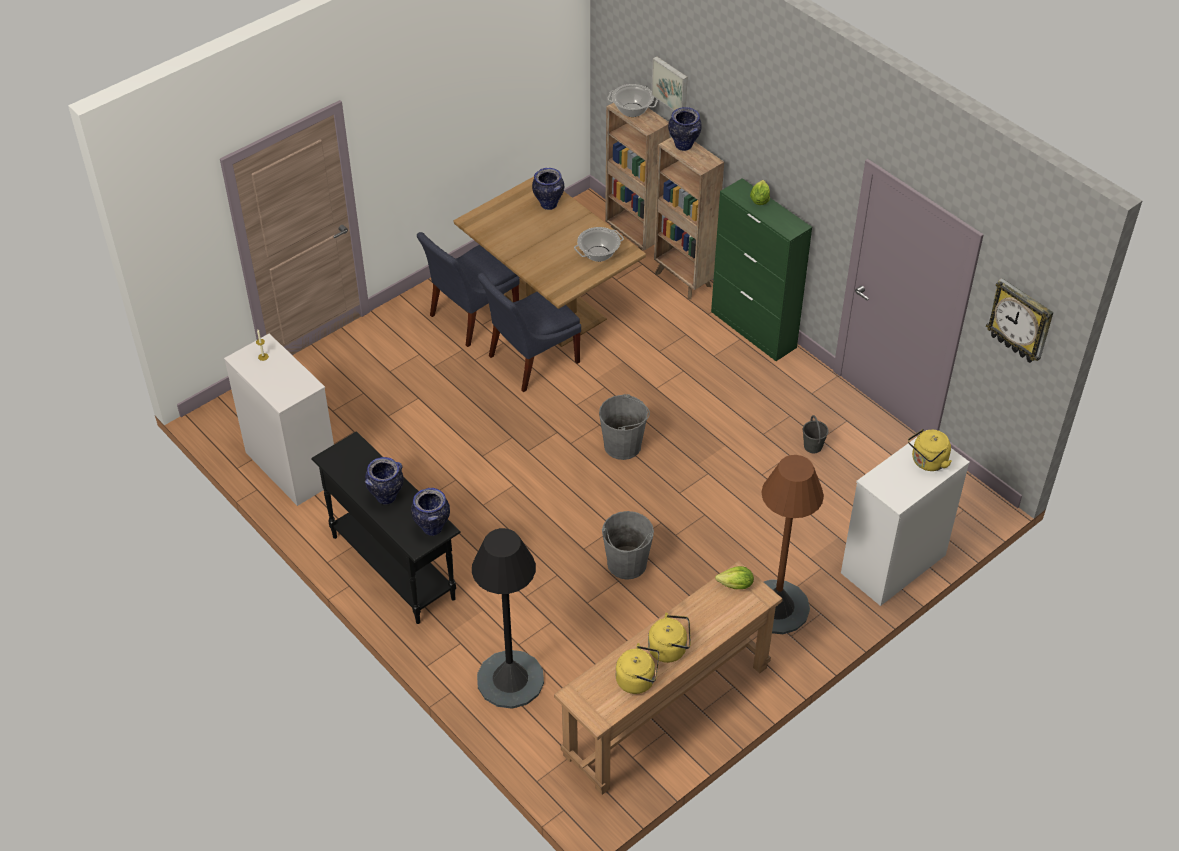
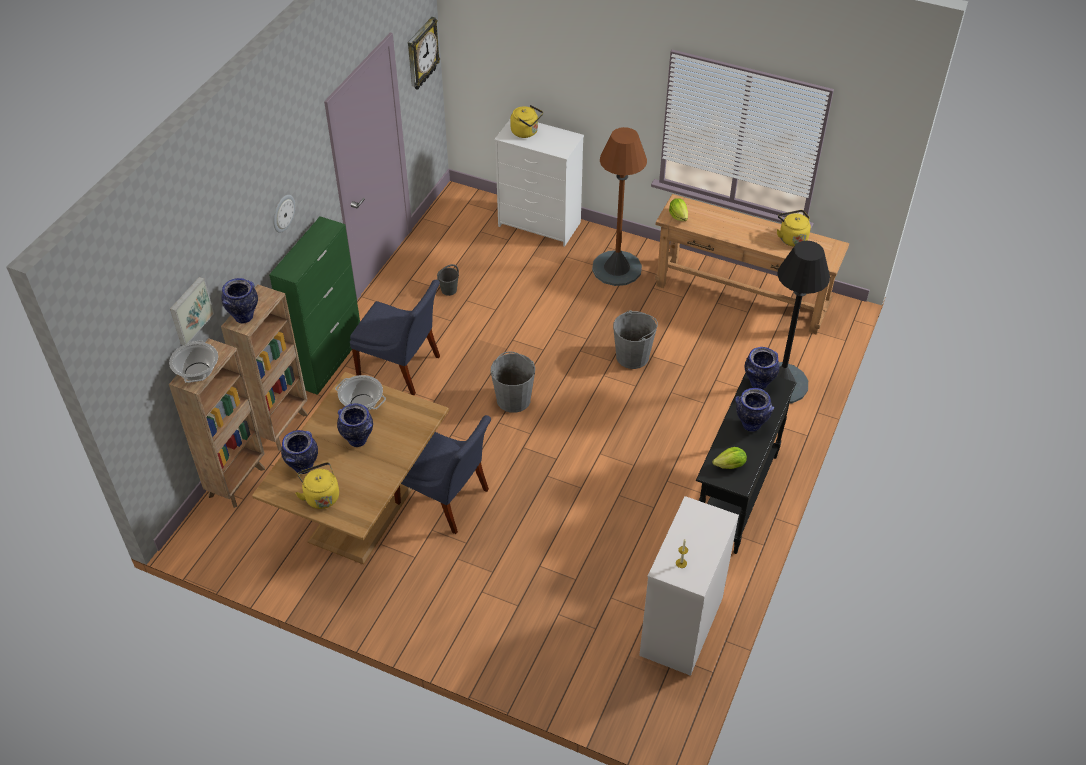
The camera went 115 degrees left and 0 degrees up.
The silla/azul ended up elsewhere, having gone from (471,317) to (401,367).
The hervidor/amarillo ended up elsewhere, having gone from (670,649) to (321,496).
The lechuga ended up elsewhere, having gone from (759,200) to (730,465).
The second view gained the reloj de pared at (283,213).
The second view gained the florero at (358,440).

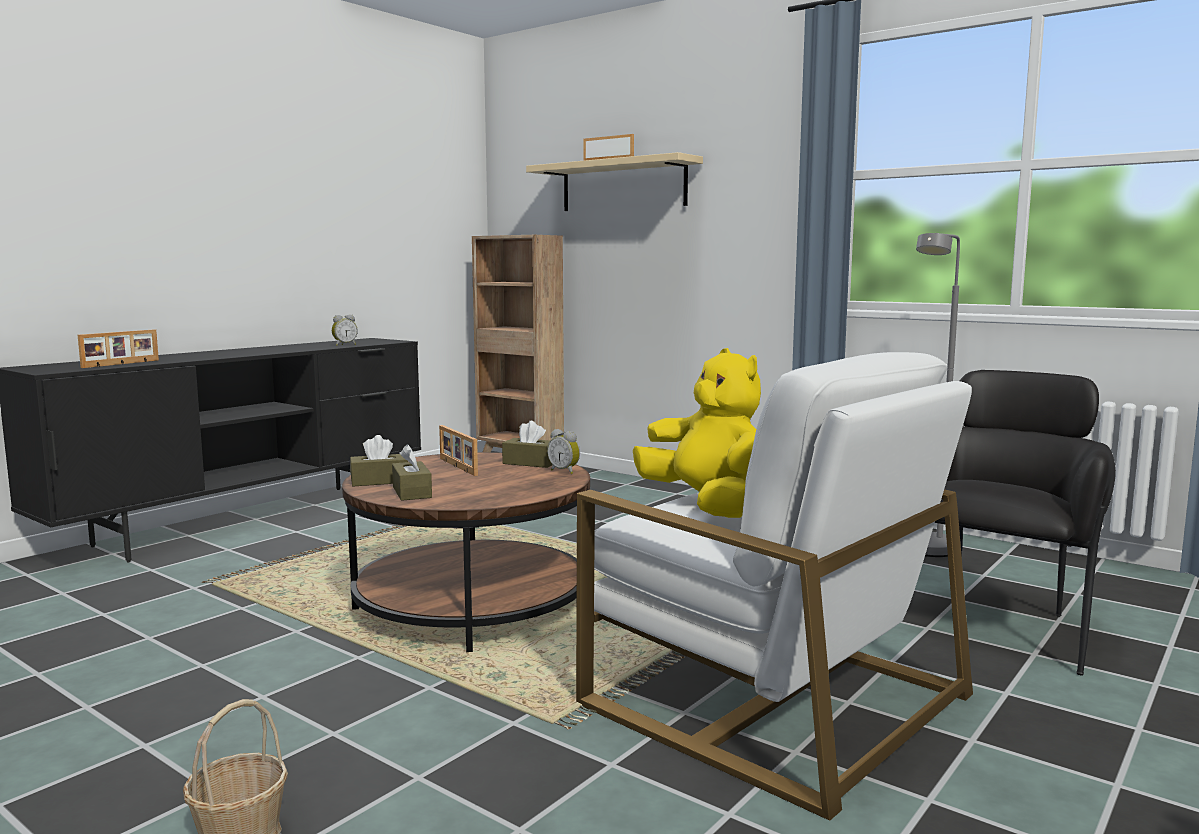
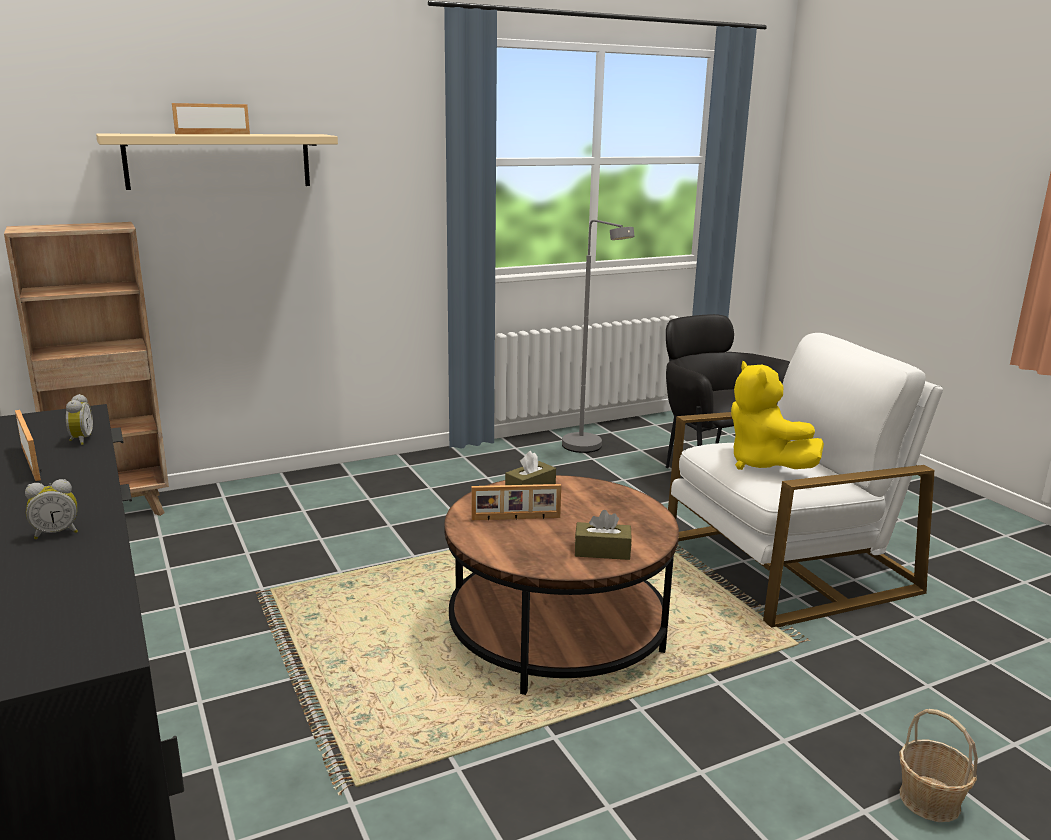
The camera went 65 degrees left and 10 degrees up.
The portarretratos ended up elsewhere, having gone from (121,364) to (32,462).
The second view lost the caja de pañuelos/marrón at (379,481).
The despertador ended up elsewhere, having gone from (565,471) to (56,533).
The peluche/amarillo at (706,505) ended up facing another way, 105 degrees counterclockwise from before.

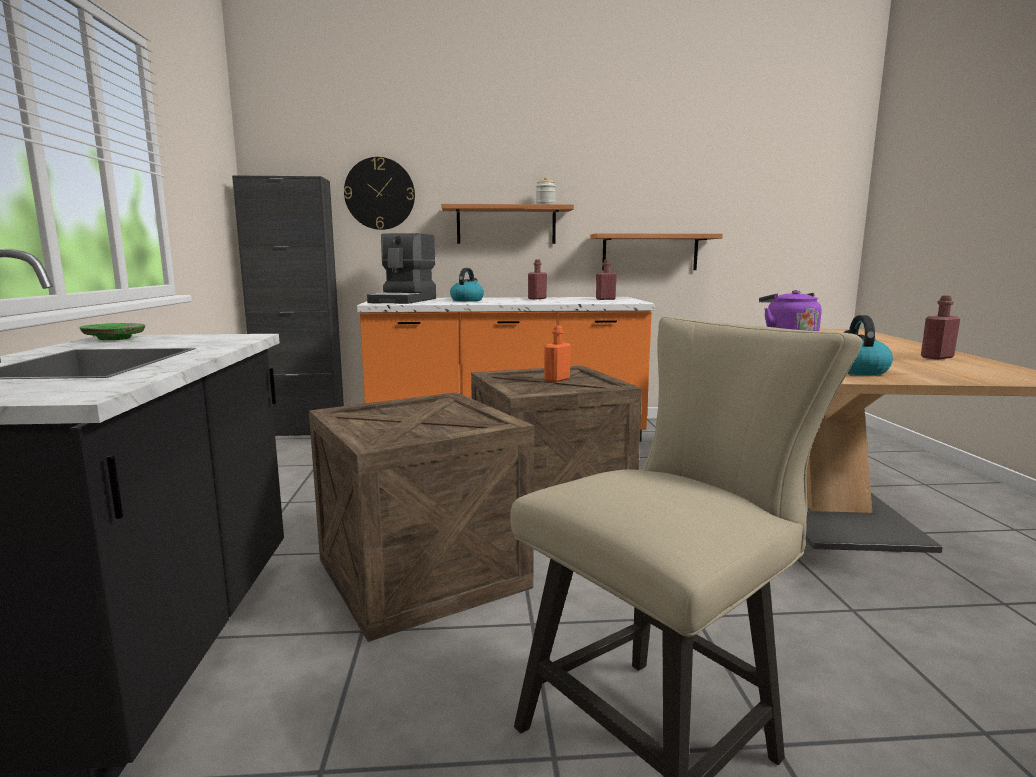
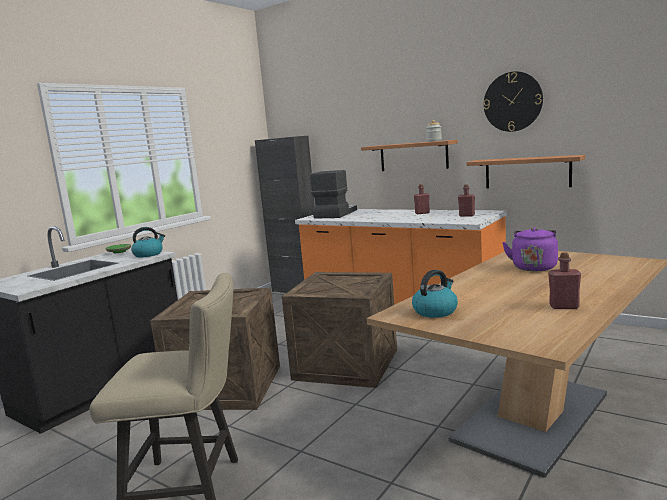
The camera went 40 degrees right and 0 degrees up.
The reloj de pared ended up elsewhere, having gone from (379,193) to (512,102).
The cafetera at (405,300) ended up facing another way, 150 degrees clockwise from before.
The hervidor ended up elsewhere, having gone from (467,300) to (148,254).
The second view lost the botella/naranja at (557,379).

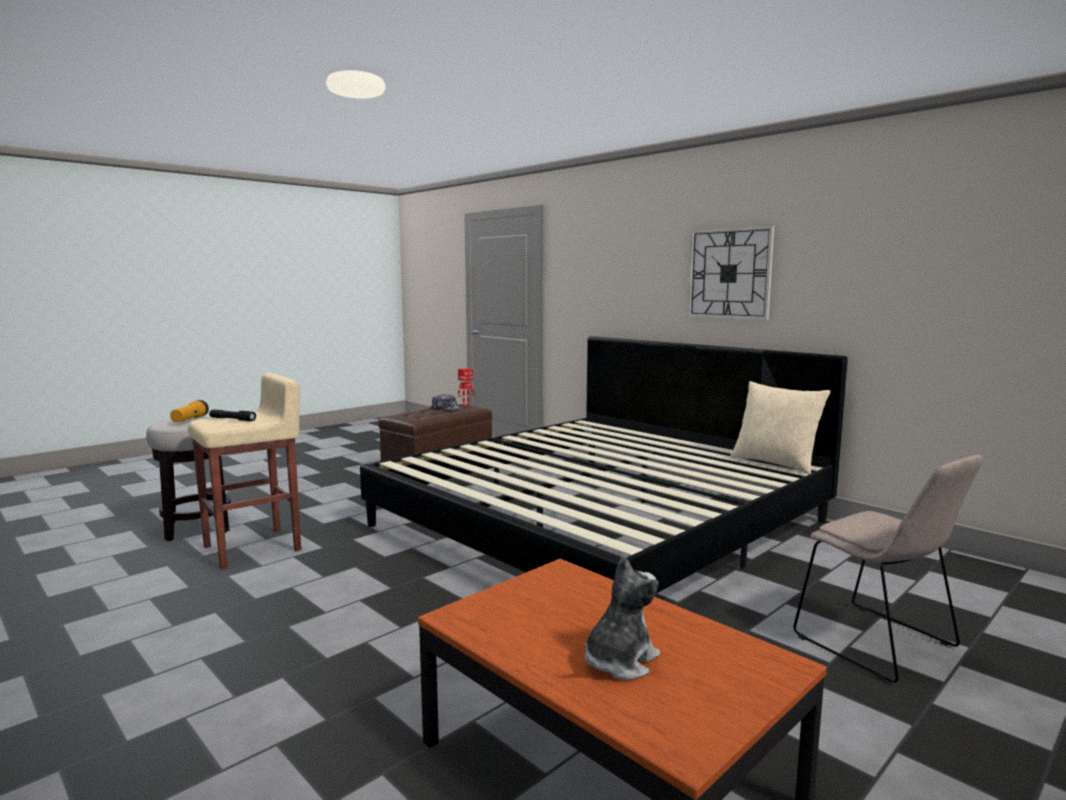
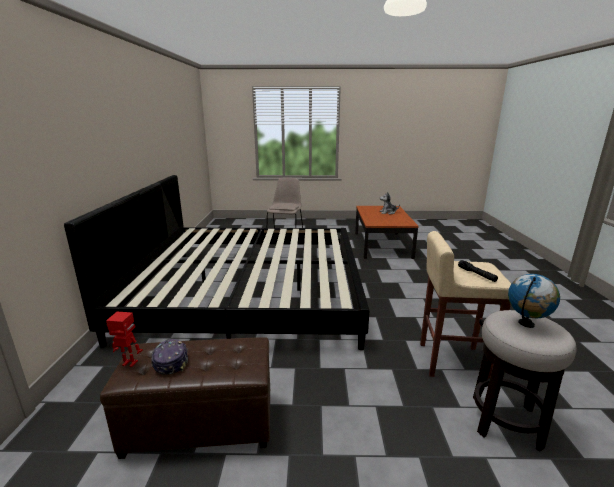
The camera went 135 degrees left and 10 degrees up.
Where the linterna stood at (190,420), the globo terráqueo came to stand at (526,324).
The second view lost the reloj de pared at (729,273).
The second view lost the cojín/beis at (775,463).

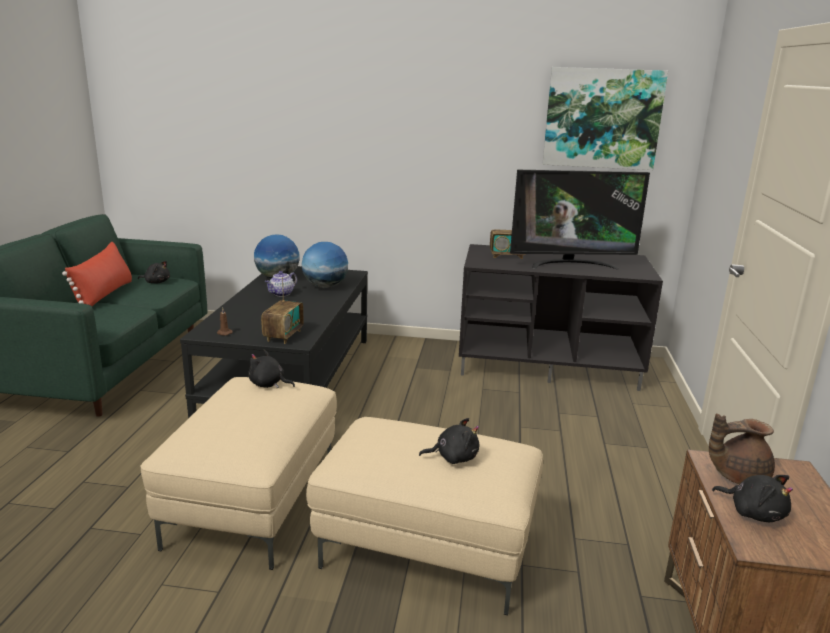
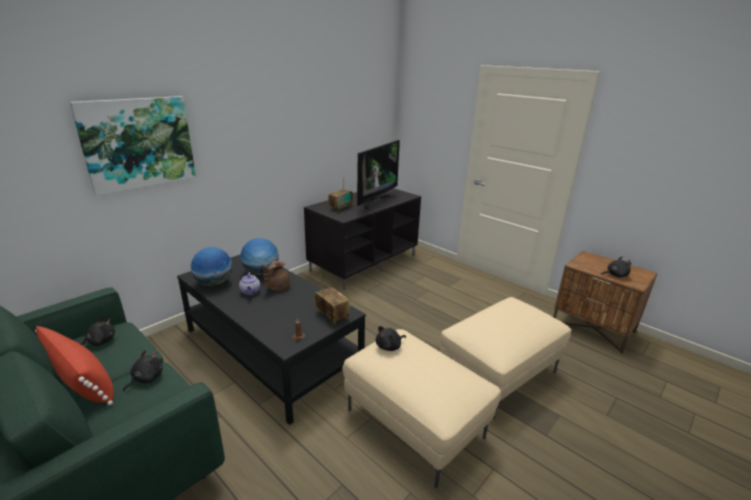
The camera went 55 degrees left and 5 degrees up.
The peluche/negro ended up elsewhere, having gone from (453,457) to (146,378).
The cuadro ended up elsewhere, having gone from (602,118) to (138,143).
The tetera/marrón ended up elsewhere, having gone from (737,476) to (277,287).

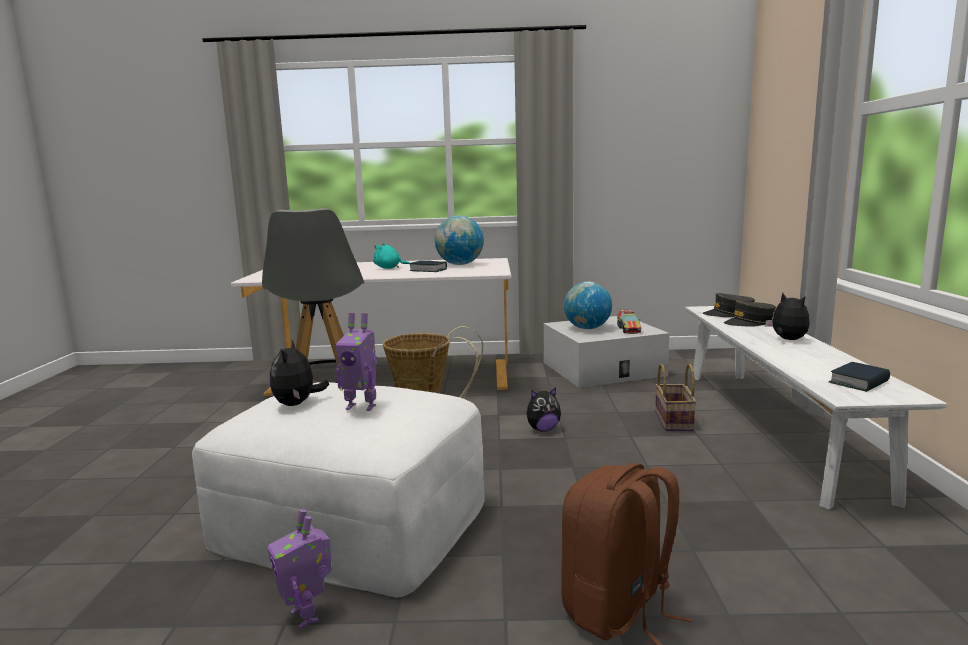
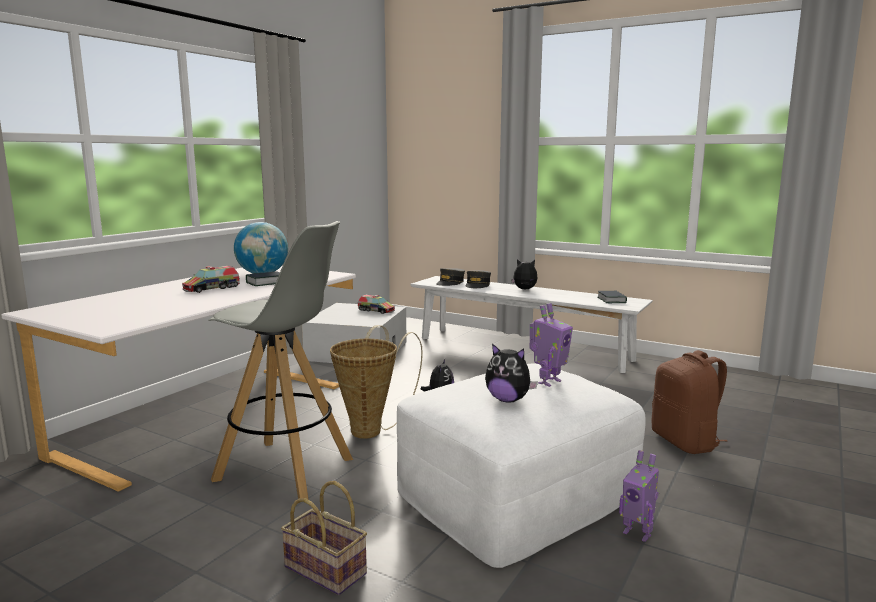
The camera went 60 degrees left and 0 degrees up.
The robot de juguete at (306,615) ended up facing another way, 45 degrees clockwise from before.
Where the peluche/turquesa stood at (389,268), the camión de juguete came to stand at (212,288).
The second view lost the globo terráqueo at (587,328).
The cesta ended up elsewhere, having gone from (675,421) to (328,570).

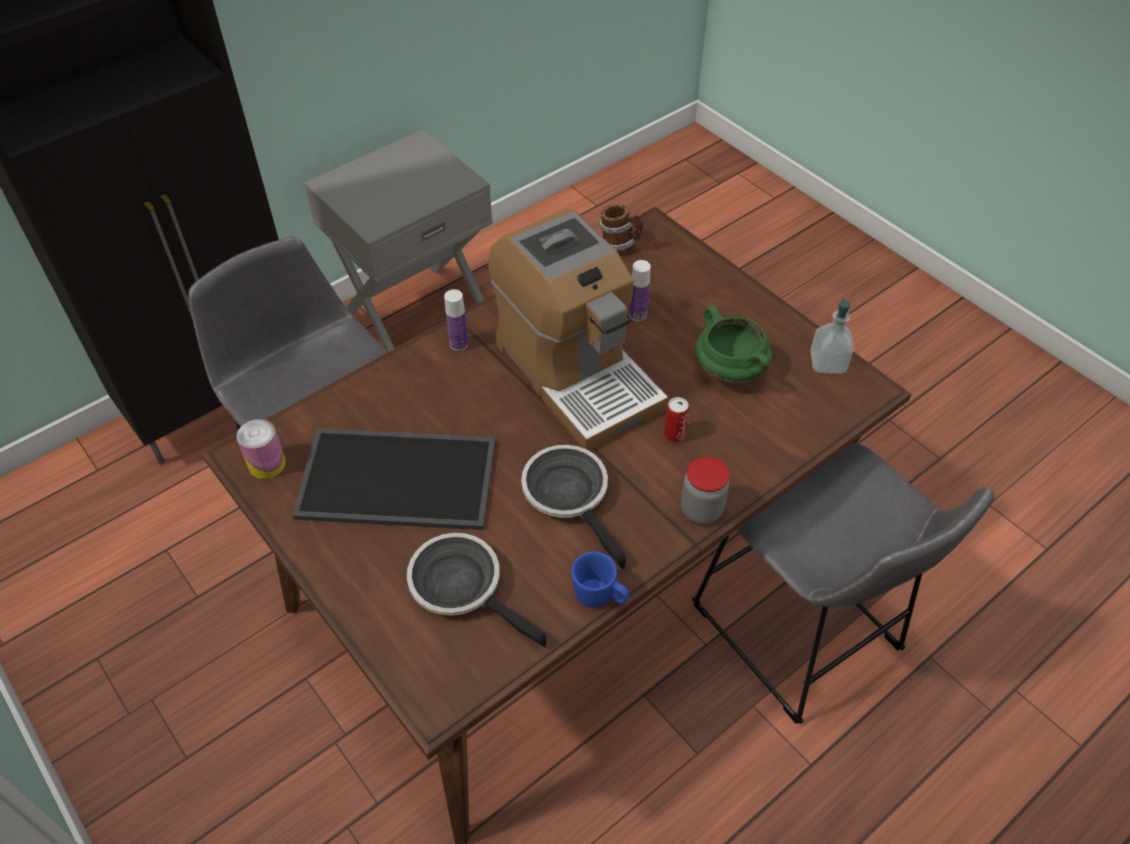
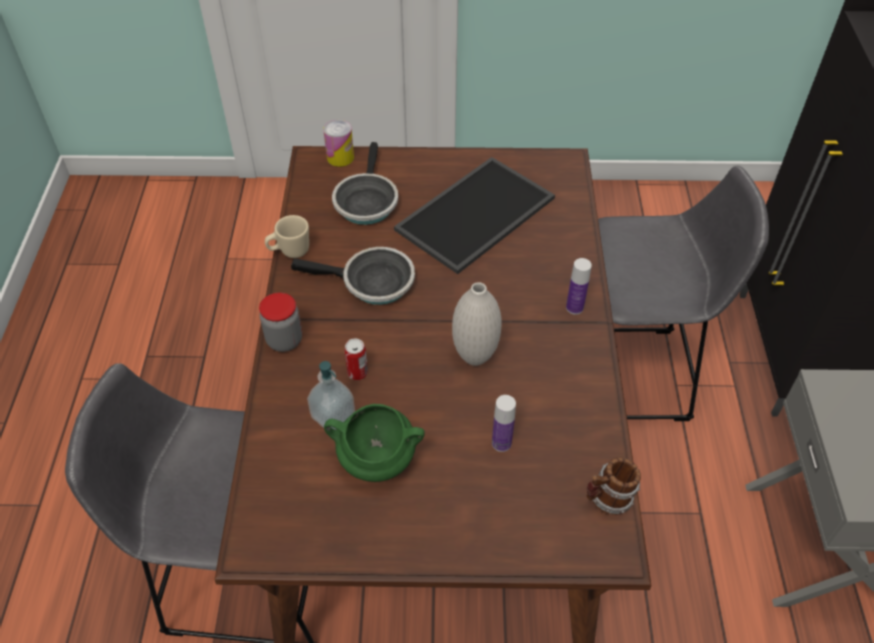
The camera went 130 degrees right and 0 degrees up.
The lata ended up elsewhere, having gone from (267,464) to (340,157).
The sartén at (462,587) ended up facing another way, 105 degrees clockwise from before.
Where the cafetera stood at (576,373), the florero/blanco came to stand at (475,356).
What was the taza grande/azul at (600,597) turned into the taza grande/beis at (289,251).
The dispensador de jabón ended up elsewhere, having gone from (827,363) to (333,416).

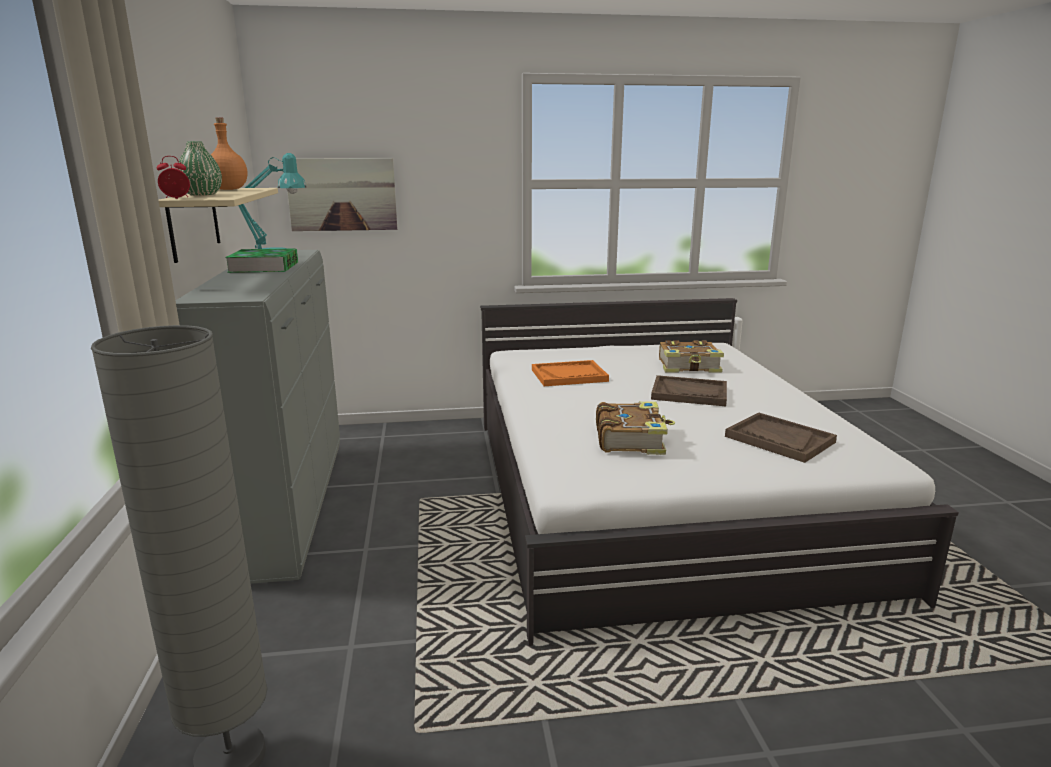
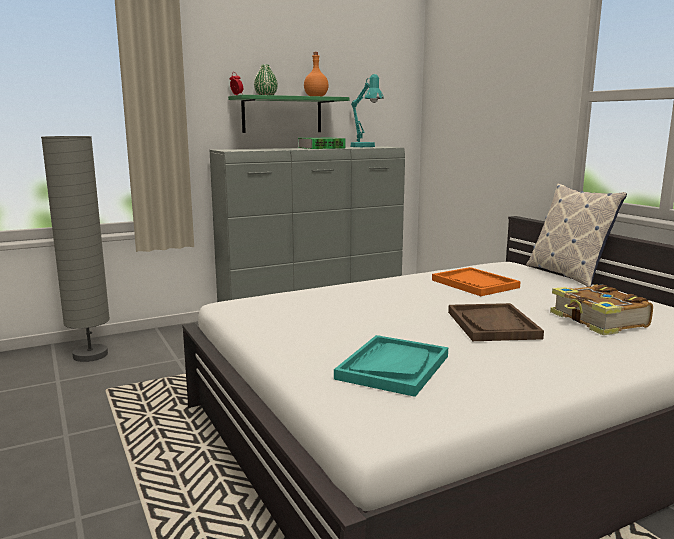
The camera went 70 degrees right and 5 degrees down.
What was the estante/beis at (194,223) turned into the estante/verde at (282,115).
The second view lost the cuadro at (342,194).
The second view lost the libro at (631,439).
What was the bandeja/marrón at (779,439) turned into the bandeja/turquesa at (393,367).
The second view gained the cojín at (568,275).

